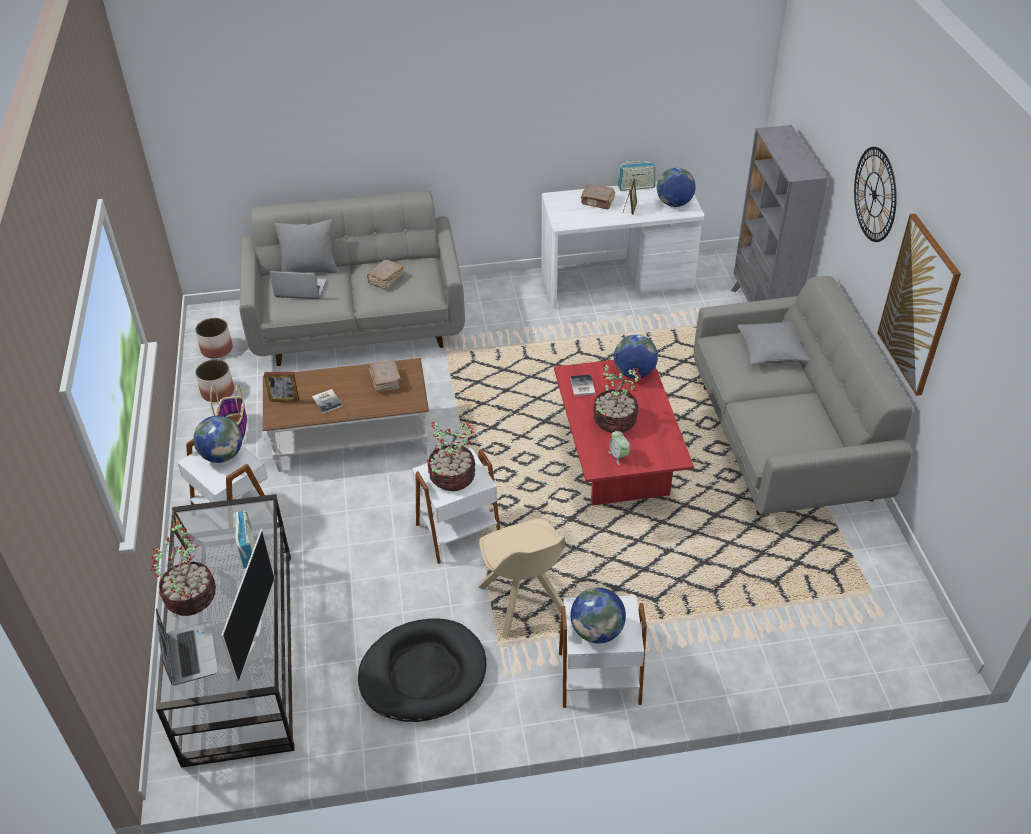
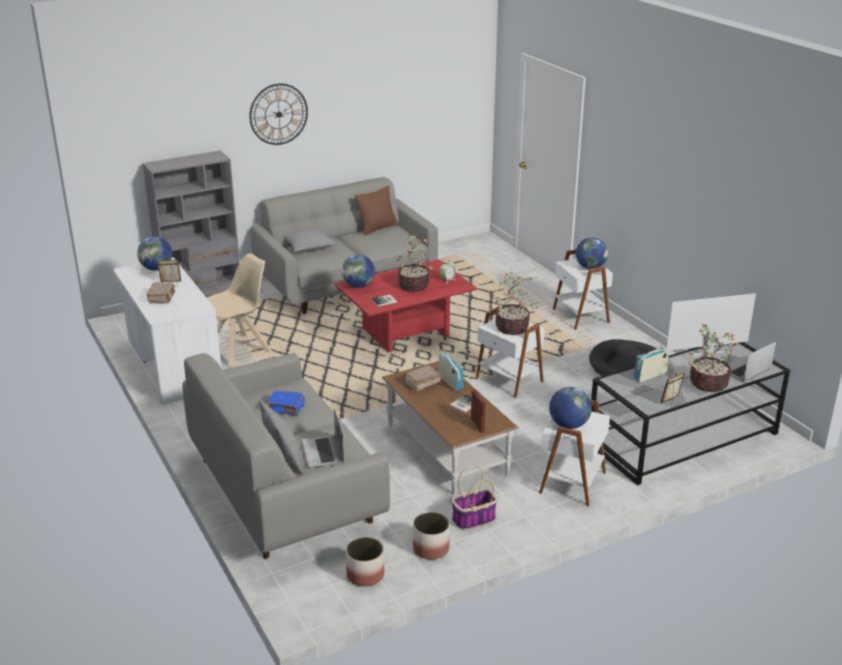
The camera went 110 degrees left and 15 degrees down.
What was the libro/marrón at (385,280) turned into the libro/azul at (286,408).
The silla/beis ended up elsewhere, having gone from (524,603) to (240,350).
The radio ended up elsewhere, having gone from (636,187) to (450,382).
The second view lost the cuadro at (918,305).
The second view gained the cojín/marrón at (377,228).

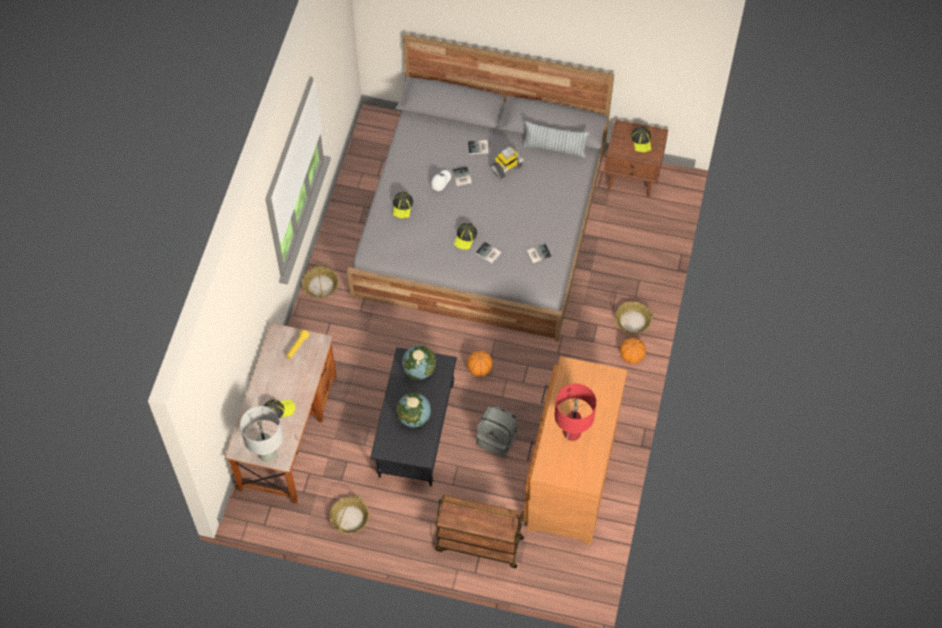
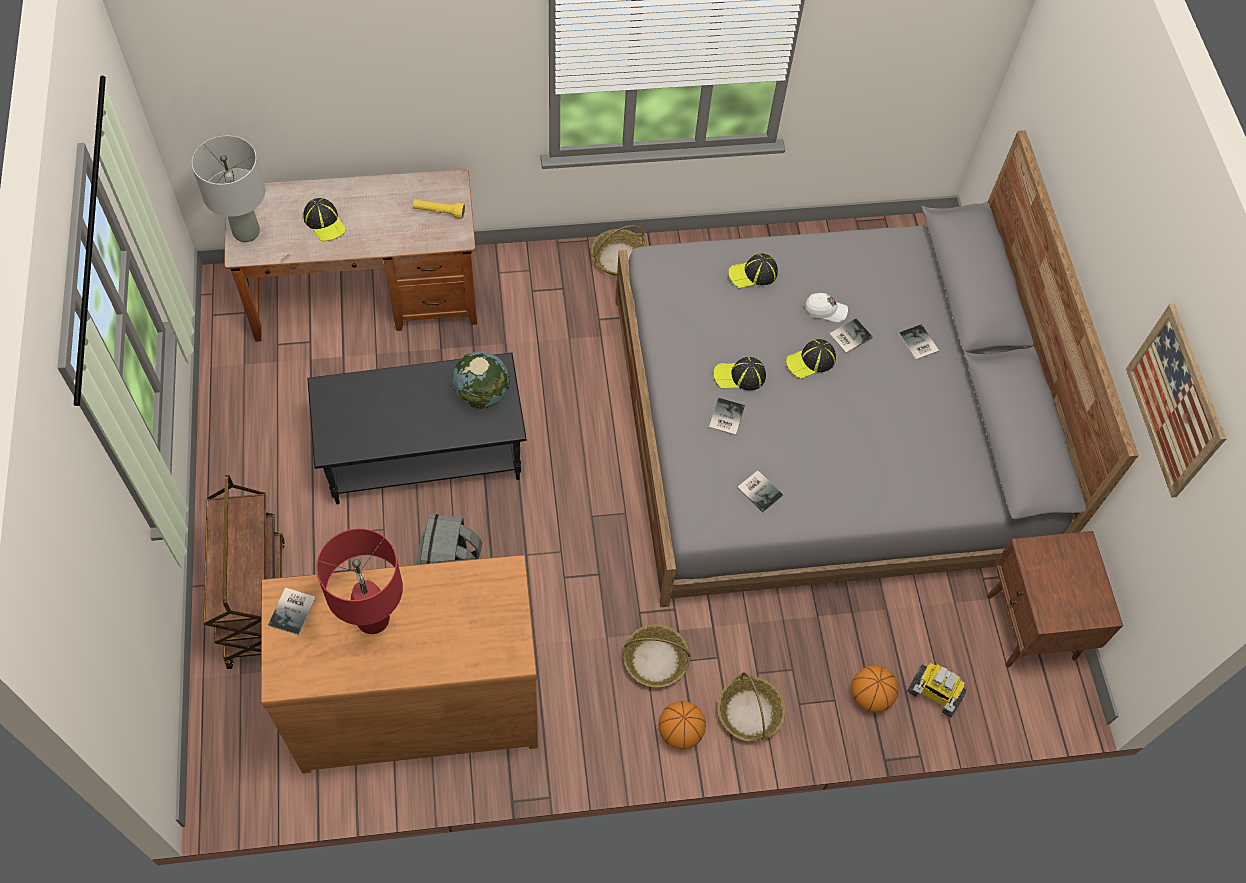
The camera went 65 degrees right and 0 degrees up.
The cesta ended up elsewhere, having gone from (349,518) to (656,660).
The second view lost the globo terráqueo at (414,417).
The balón de baloncesto ended up elsewhere, having gone from (479,369) to (870,696).
The robot de juguete ended up elsewhere, having gone from (506,168) to (933,693).
The second view lost the cojín at (554,148).
The gorra ended up elsewhere, having gone from (641,141) to (811,361).
The second view gained the libro at (294,610).
The second view gained the cuadro at (1175,401).

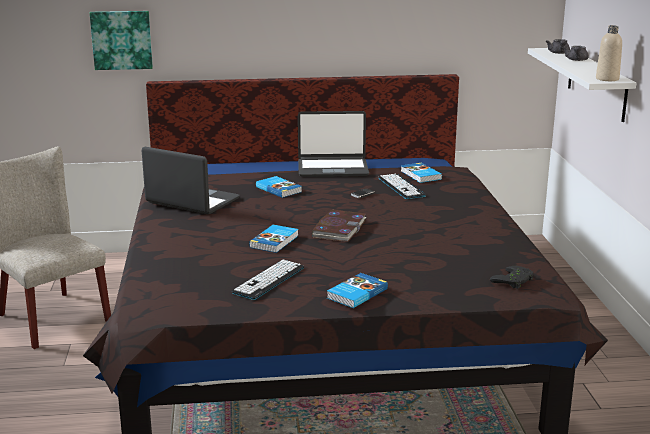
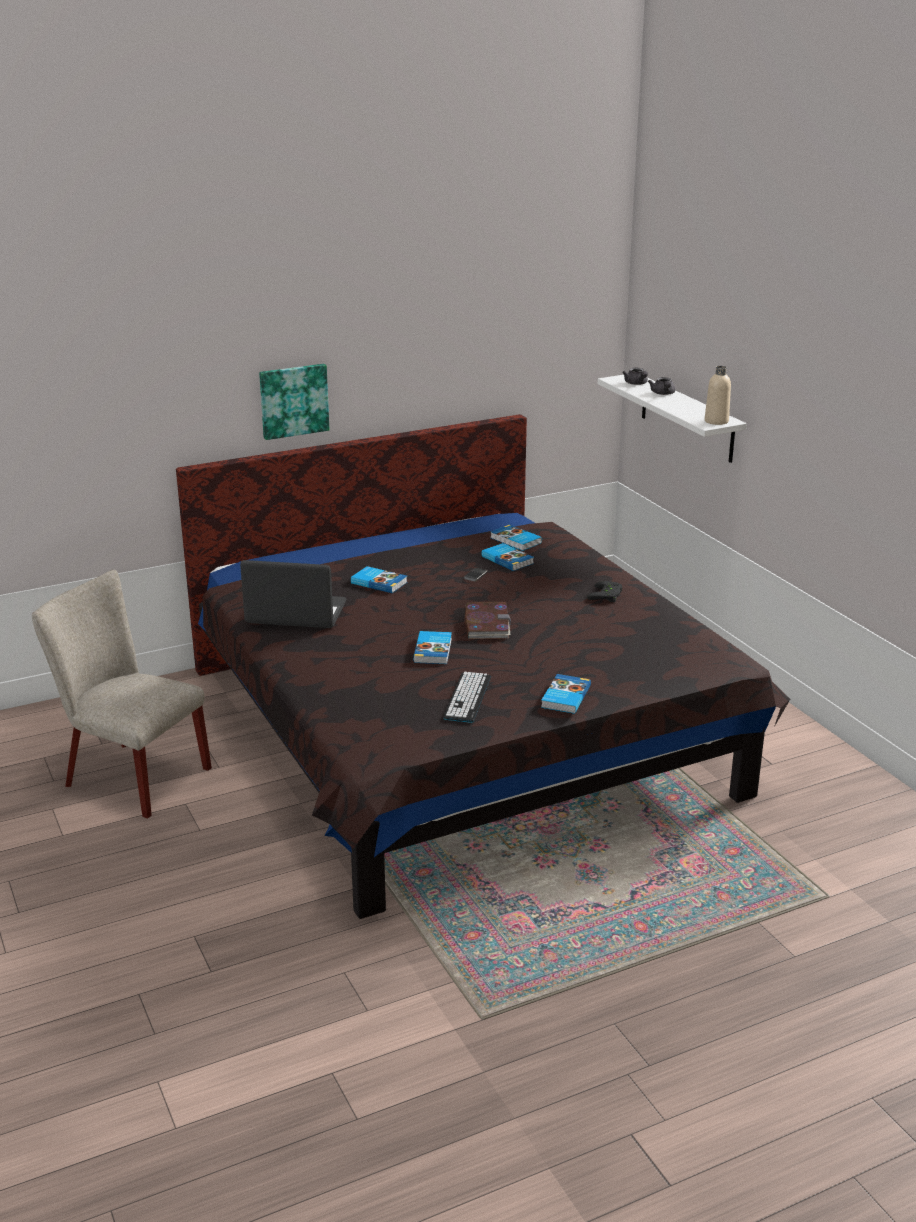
The camera went 20 degrees left and 5 degrees up.
The cuadro ended up elsewhere, having gone from (122,40) to (293,400).
The second view lost the portátil at (332,168).
Where the teclado stood at (401,187), the libro came to stand at (508,559).
The mando de consola/negro ended up elsewhere, having gone from (514,281) to (608,595).

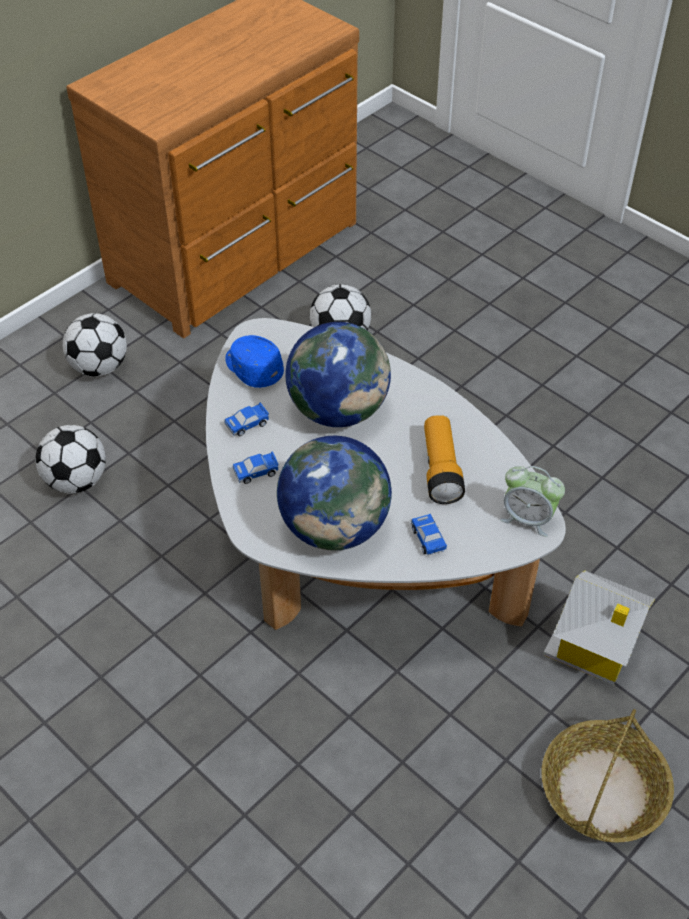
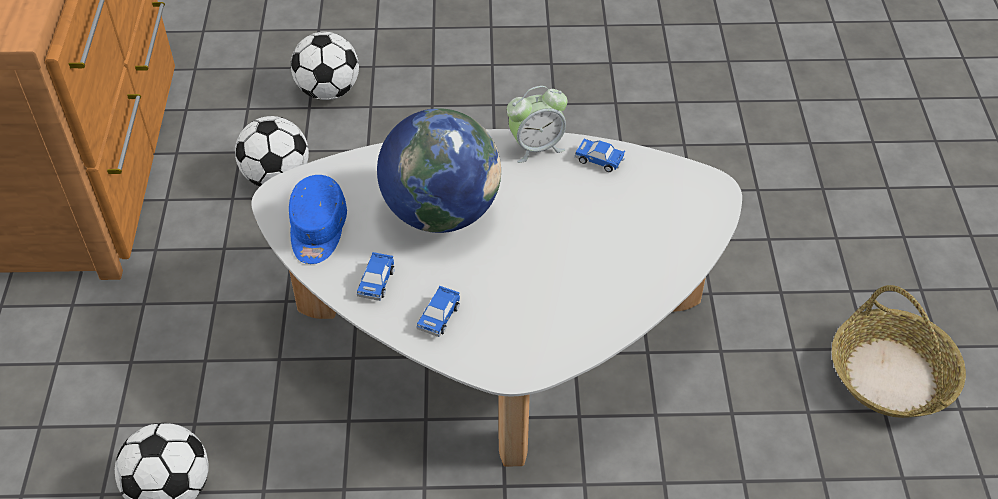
The camera went 45 degrees left and 0 degrees up.
The balón de fútbol ended up elsewhere, having gone from (99,367) to (328,91).
The gorra/azul at (253,369) ended up facing another way, 90 degrees counterclockwise from before.
The second view lost the globo terráqueo at (334,527).
The coche de juguete ended up elsewhere, having gone from (428,539) to (599,160).
The second view lost the linterna at (440,469).
The despertador ended up elsewhere, having gone from (528,518) to (536,147).
The second view lost the casita at (592,649).

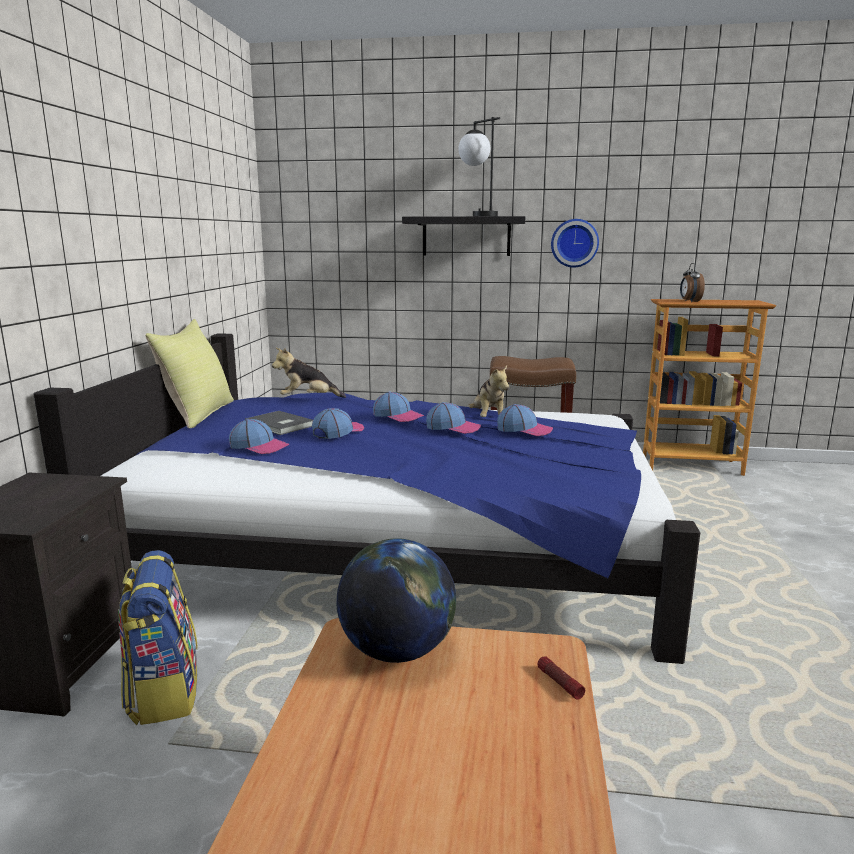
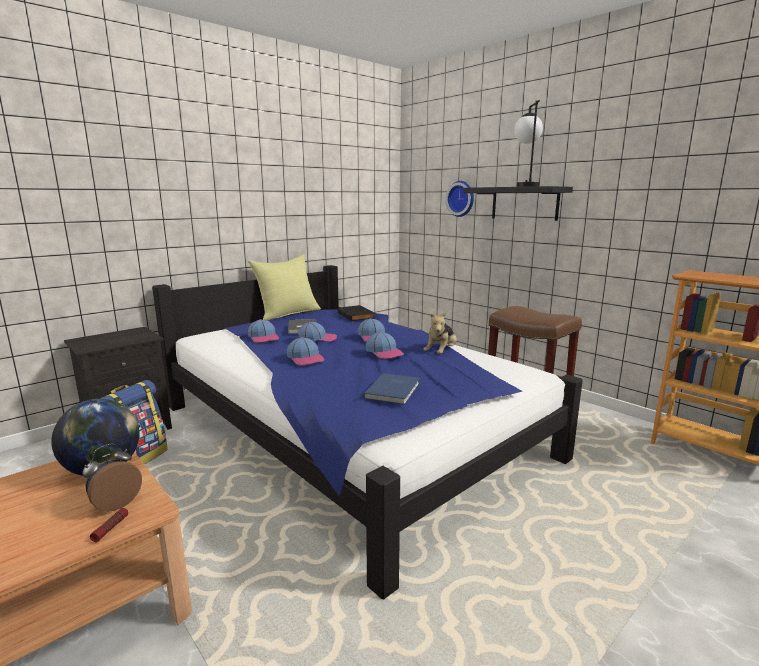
The camera went 40 degrees right and 0 degrees up.
Where the peluche stood at (308,399), the libro/negro came to stand at (356,315).
The gorra ended up elsewhere, having gone from (524,429) to (306,358).
The reloj de pared ended up elsewhere, having gone from (574,243) to (461,199).
The despertador ended up elsewhere, having gone from (689,301) to (115,503).
The second view gained the libro/azul at (394,390).

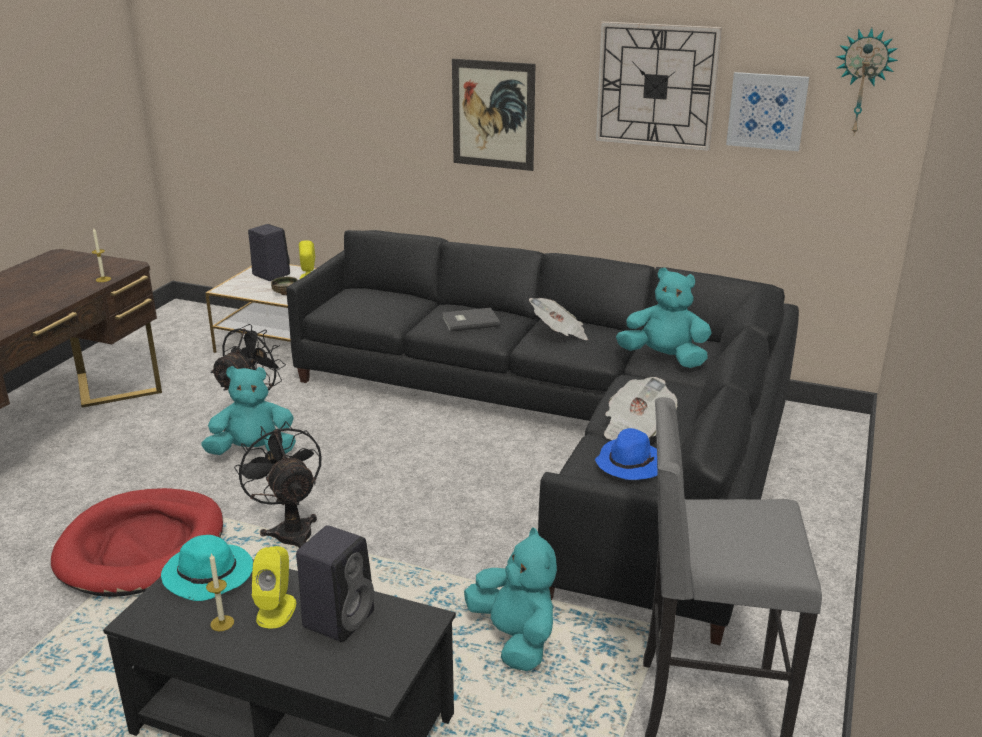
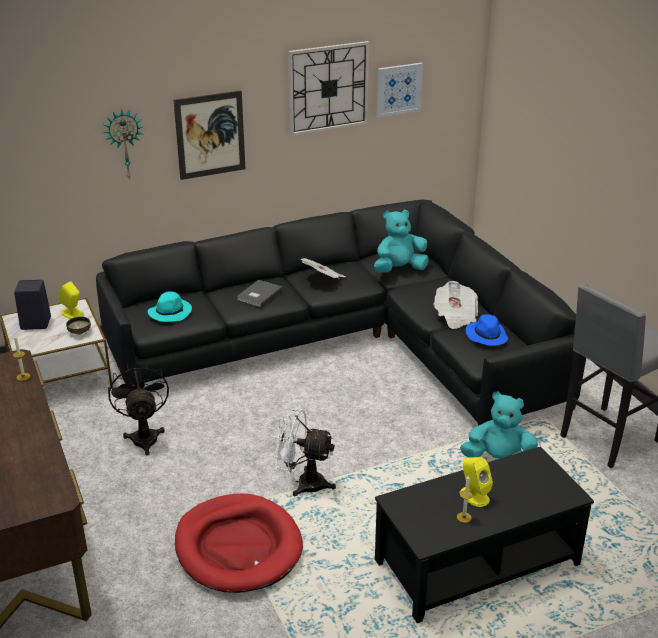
The camera went 45 degrees left and 5 degrees up.
The sombrero/turquesa ended up elsewhere, having gone from (210,575) to (170,312).
The second view lost the peluche/turquesa at (253,451).
What was the ventilador/negro at (290,530) turned into the ventilador/blanco at (303,483).
The second view lost the altavoz/negro at (339,618).
The reloj de pared ended up elsewhere, having gone from (862,82) to (124,144).

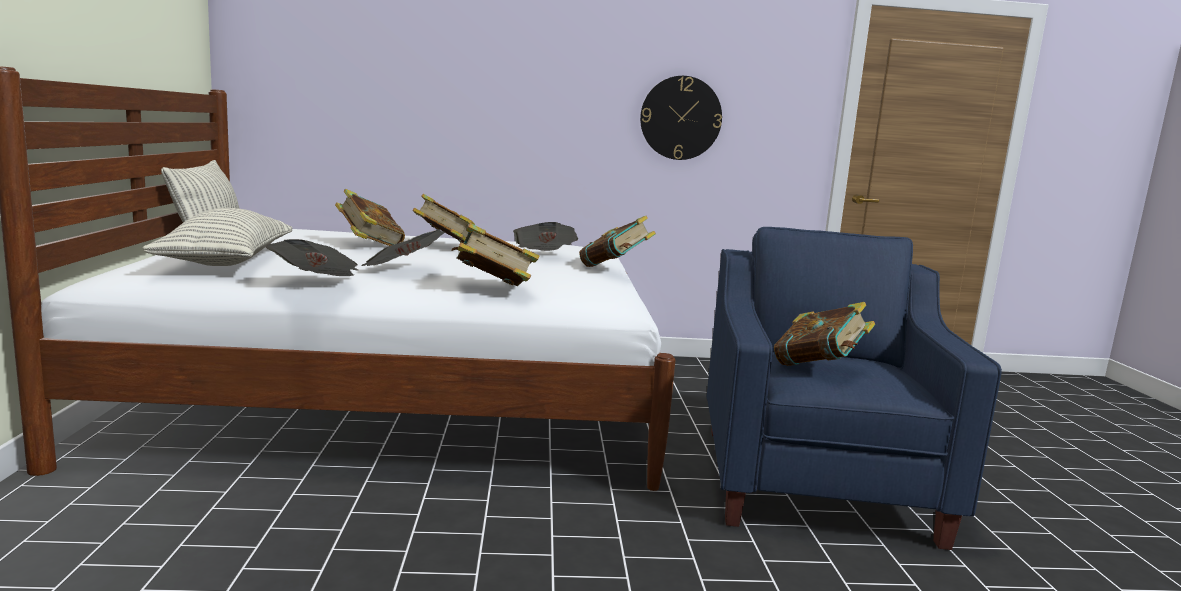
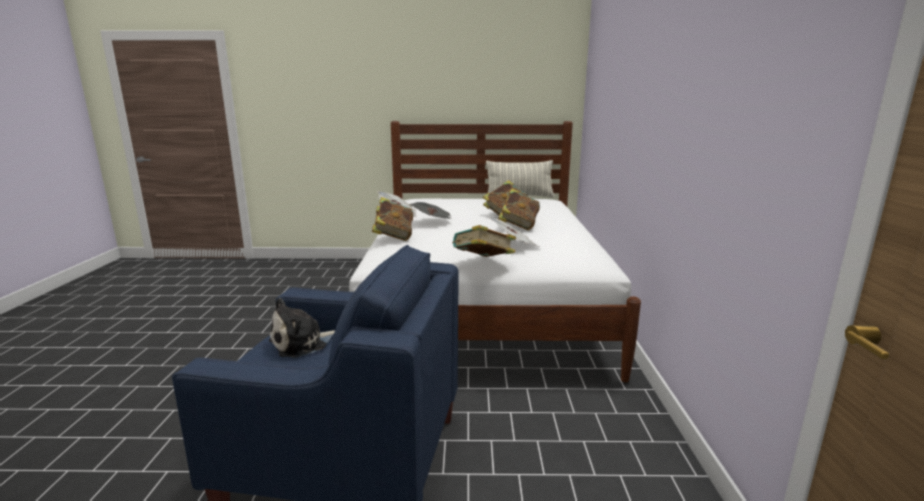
The camera went 95 degrees right and 5 degrees up.
The second view lost the cojín at (227,262).
The second view lost the reloj de pared at (680,118).
Where the libro stood at (819,368), the peluche came to stand at (302,343).

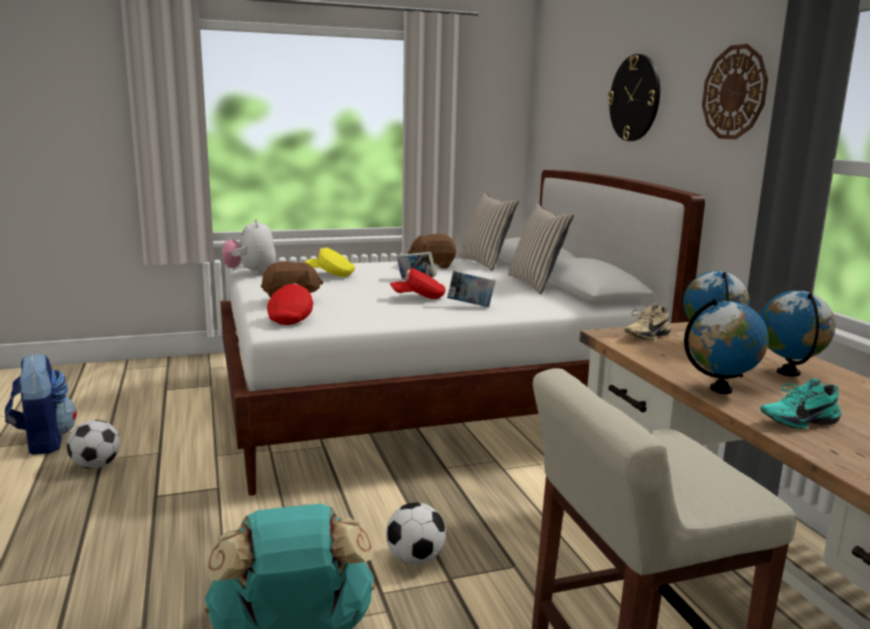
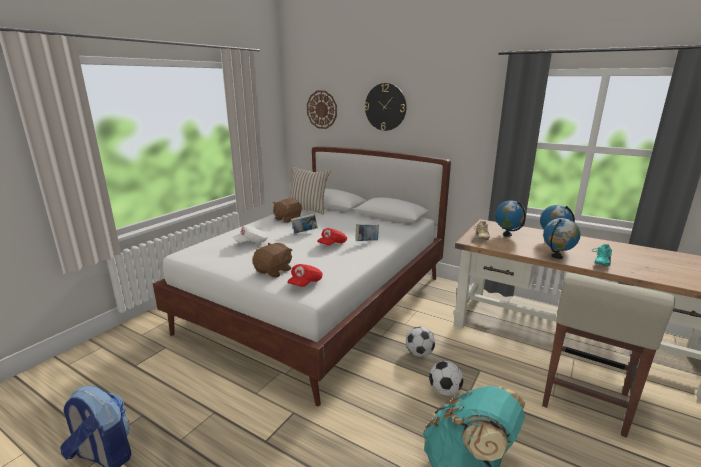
The camera went 40 degrees left and 5 degrees up.
The balón de fútbol ended up elsewhere, having gone from (96,465) to (419,353).
The second view lost the peluche at (251,273).
The gorra/rojo at (292,318) ended up facing another way, 120 degrees counterclockwise from before.
What was the gorra/amarillo at (331,274) turned into the gorra/blanco at (251,242).
The second view lost the cojín/beis at (536,284).
The reloj de pared ended up elsewhere, having gone from (734,92) to (322,109).

